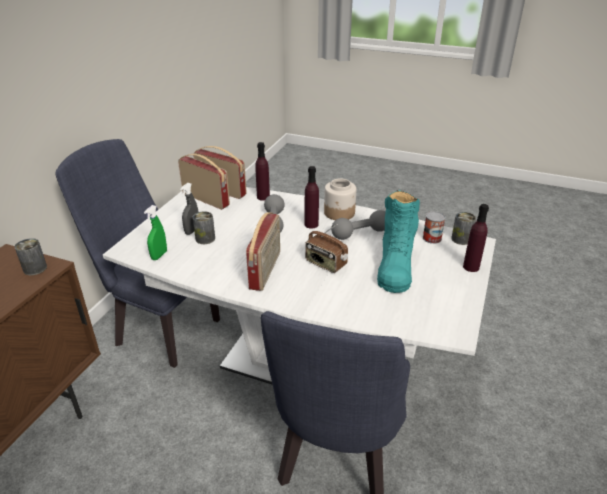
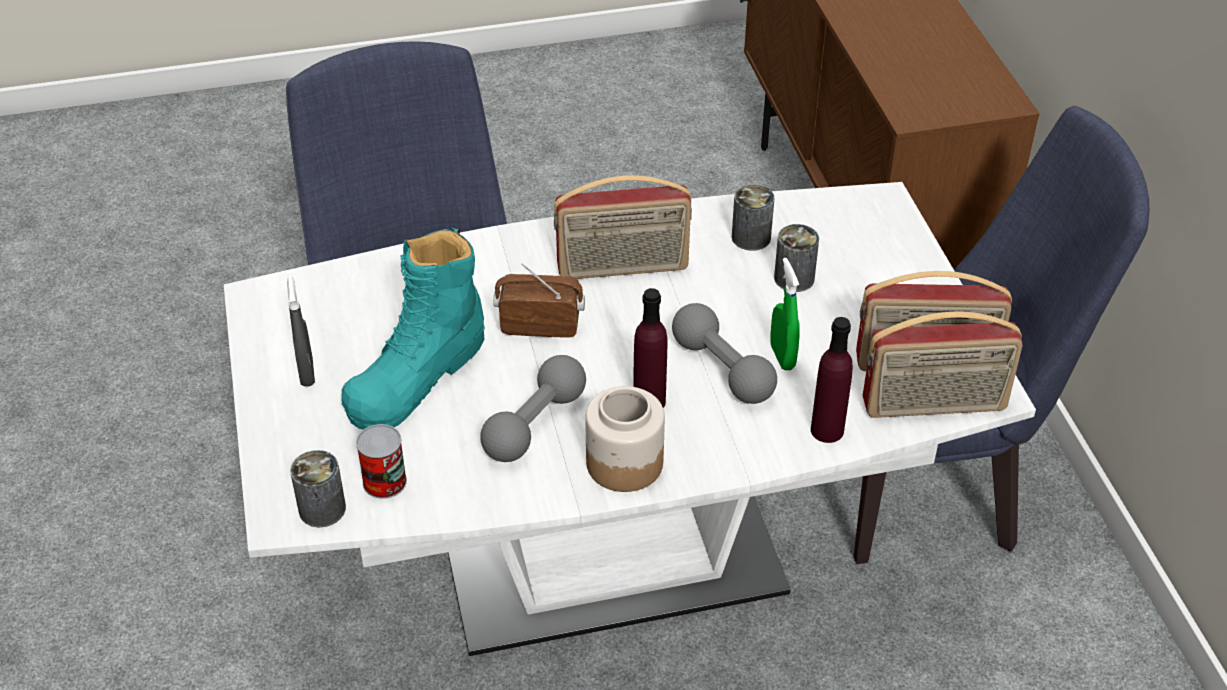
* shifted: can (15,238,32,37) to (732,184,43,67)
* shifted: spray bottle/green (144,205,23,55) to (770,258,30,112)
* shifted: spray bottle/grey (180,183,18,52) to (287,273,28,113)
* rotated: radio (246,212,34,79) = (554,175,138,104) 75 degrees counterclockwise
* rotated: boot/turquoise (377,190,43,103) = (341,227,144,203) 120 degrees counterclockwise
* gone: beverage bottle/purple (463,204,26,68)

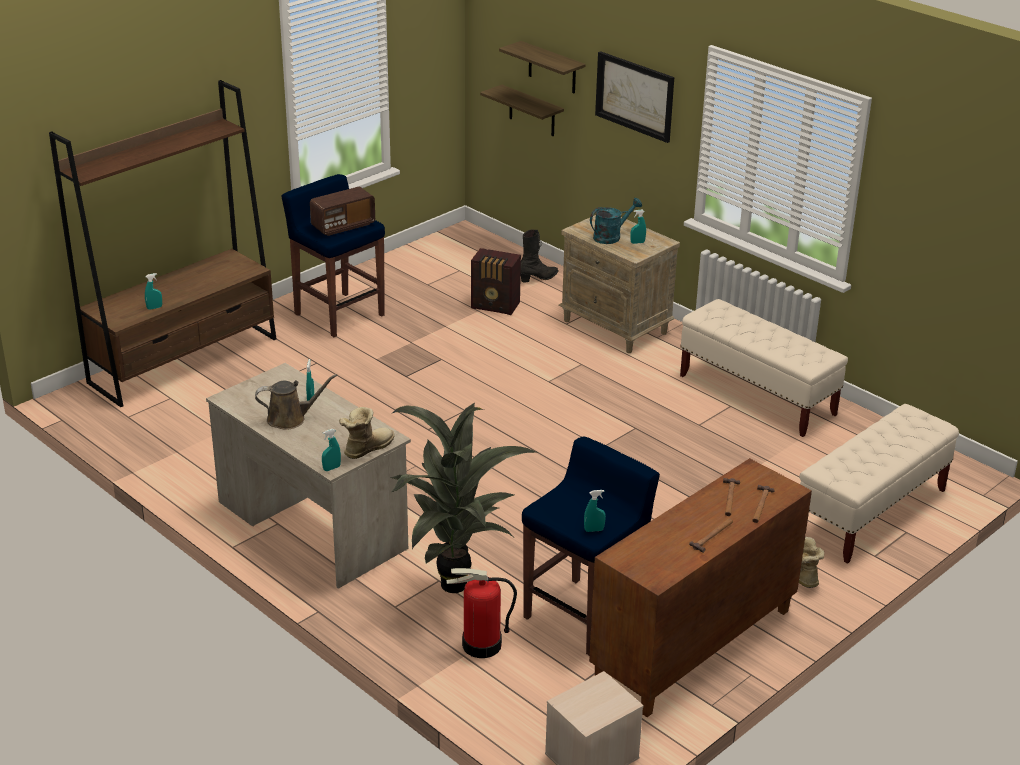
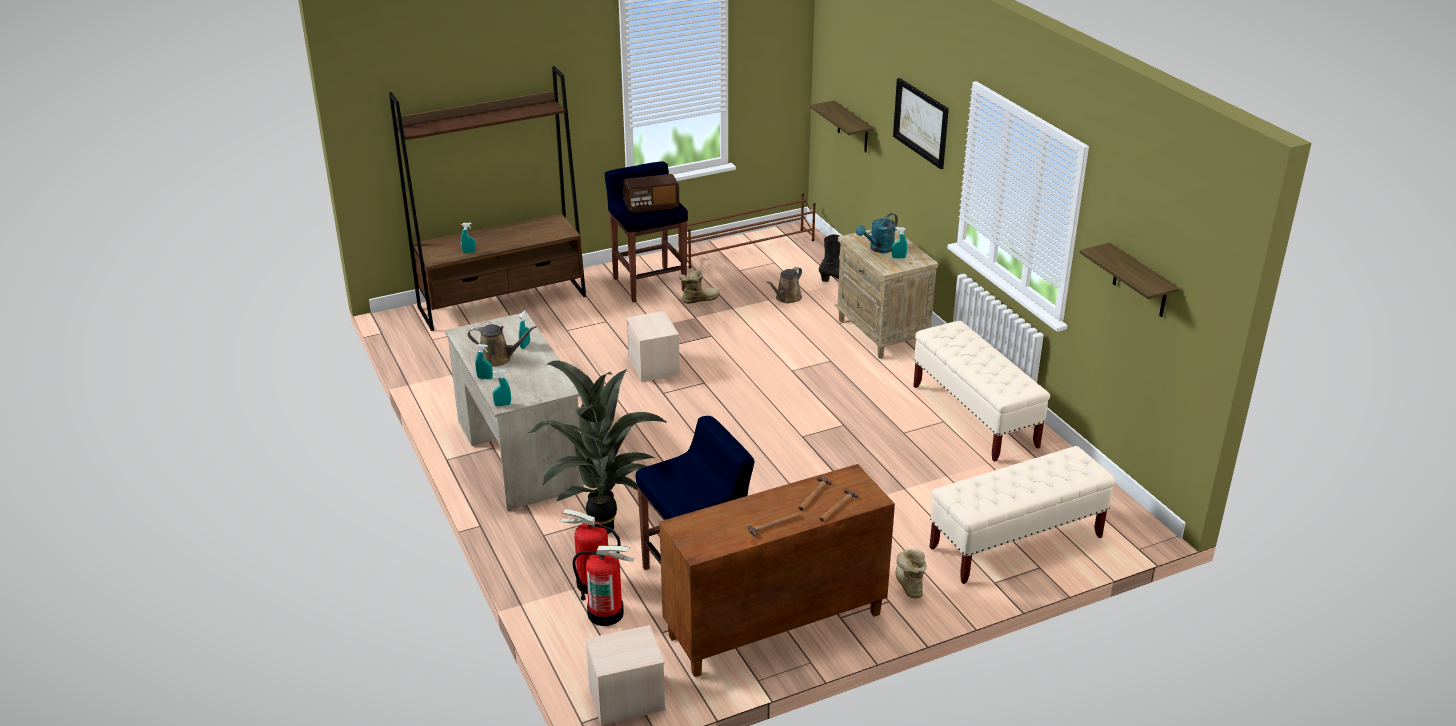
* shifted: boot (339,407,56,52) to (679,270,41,34)
* swapped: radio (471,248,50,67) to sprinkling can/brownish (766,267,36,36)
* shifted: bracket shelf (499,41,87,52) to (1080,243,99,74)
* shifted: spray bottle/turquoise (584,490,22,42) to (475,344,18,35)
* rotated: sprinkling can/turquoise (590,198,52,46) = (856,213,42,40) 150 degrees clockwise
* new: fire-fighting cylinder (572,545,63,81)
* new: storage container/beige-coloured (626,311,54,71)
* new: shoe rack/brownish (678,194,138,74)

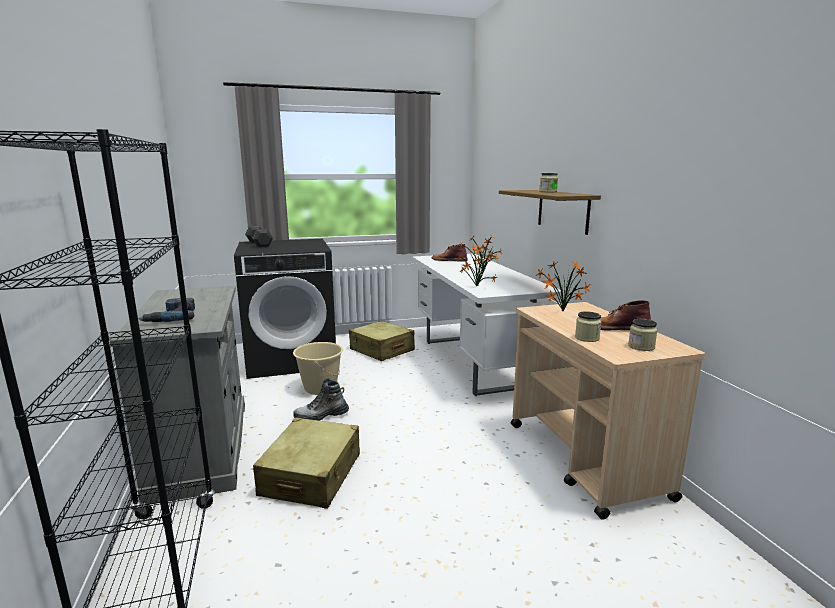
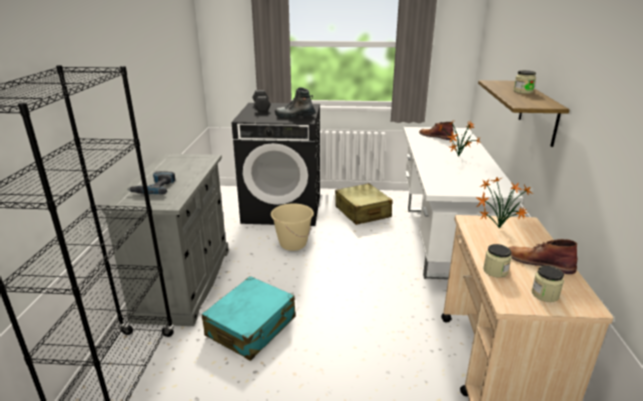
* repainted: travel case/beige-coloured (253,418,107,91) to travel case/turquoise (202,276,93,85)
* shifted: boot (293,378,56,43) to (275,87,41,32)
* gone: plant in a pot (455,244,44,43)

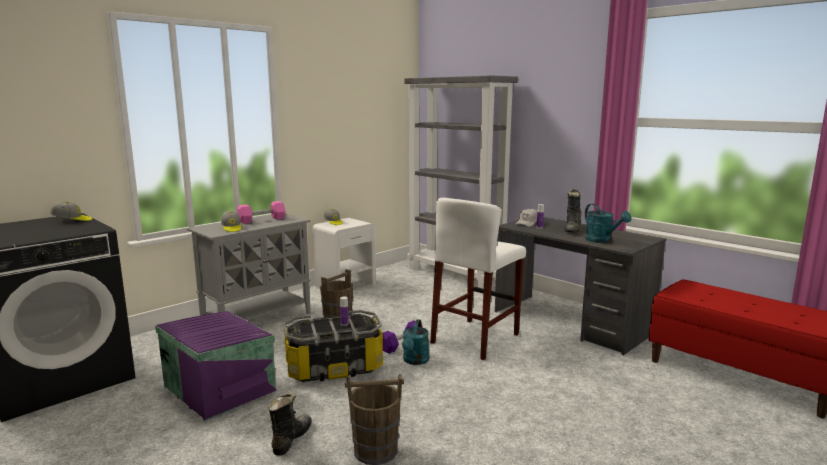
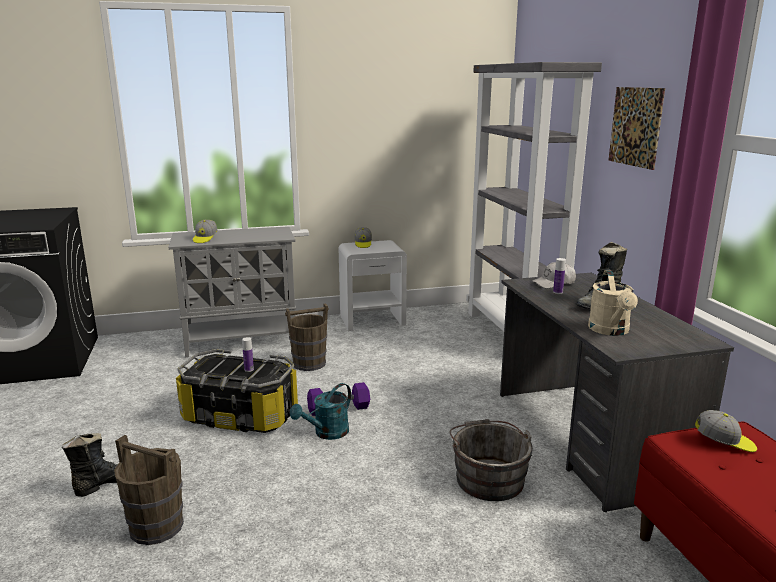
* shifted: baseball cap (50,201,42,20) to (695,410,62,42)
* gone: storage container/purple (155,311,121,110)
* gone: dumbbell/pinkish (237,201,48,23)
* gone: stool/white-coloured (430,198,96,162)
* repainted: sprinkling can/turquoise (585,204,46,39) to sprinkling can/beige-coloured (588,270,50,66)
* new: pail/grey (450,419,83,82)
* new: picture (608,87,57,83)

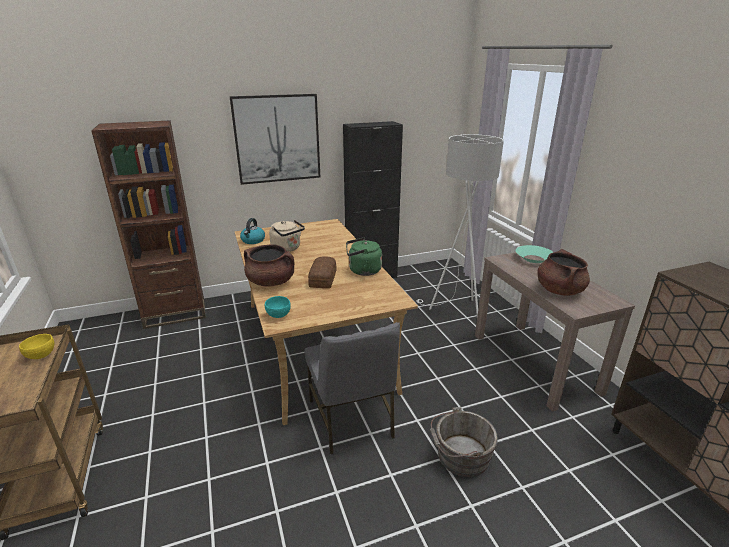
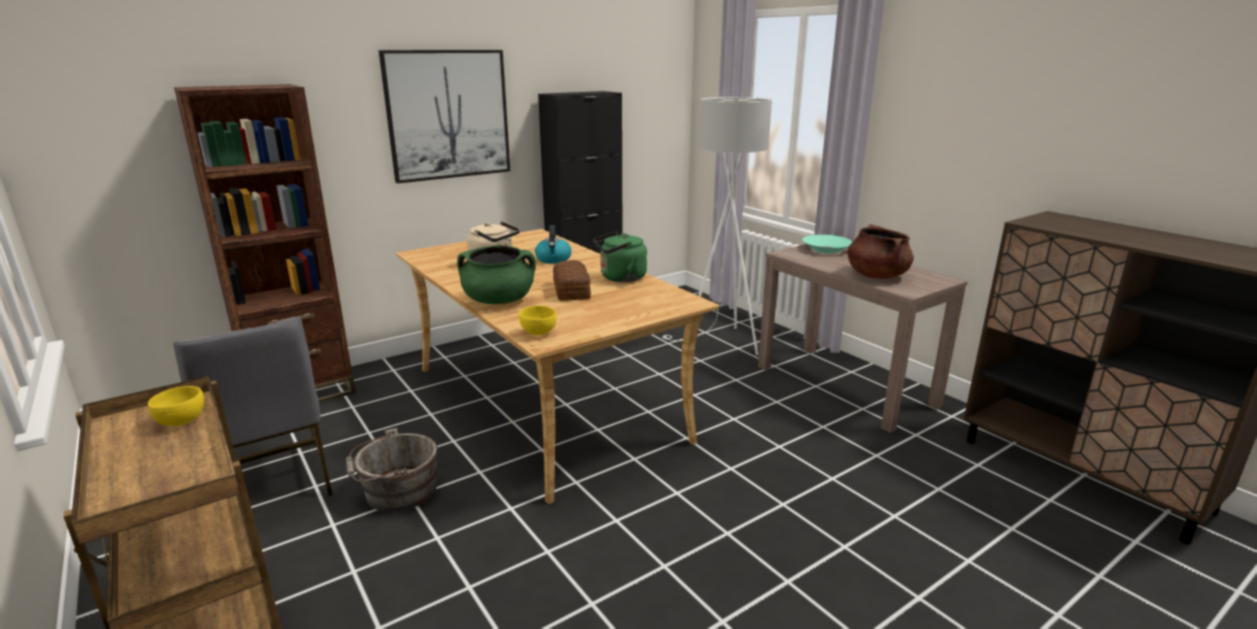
* shifted: tea kettle (240,218,25,26) to (535,225,37,38)
* repainted: cooking pot/brownish (244,244,50,43) to cooking pot/green (457,245,79,59)
* repainted: bowl/turquoise (265,296,26,22) to bowl/yellow (519,306,37,29)
* shifted: plain chair/grey (304,322,96,133) to (173,316,160,180)
* shifted: pail/grey (430,407,68,70) to (346,428,92,84)

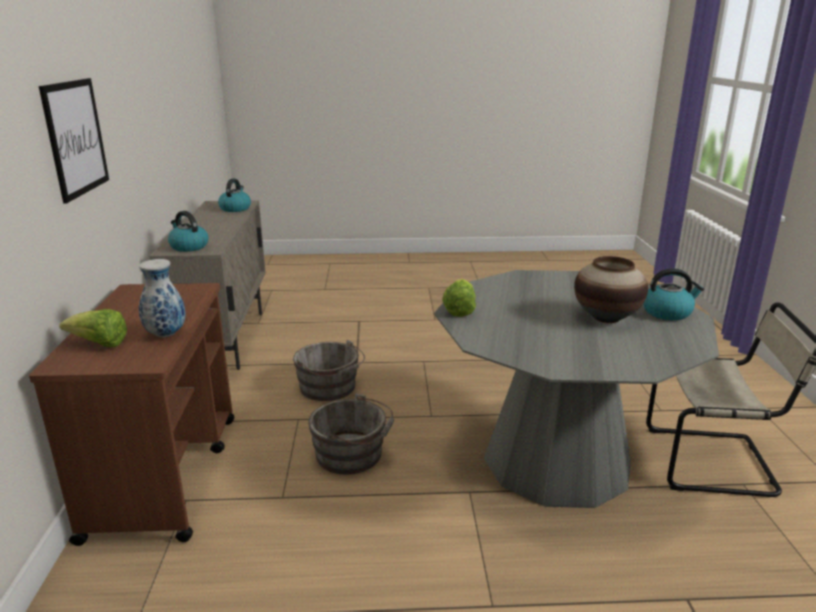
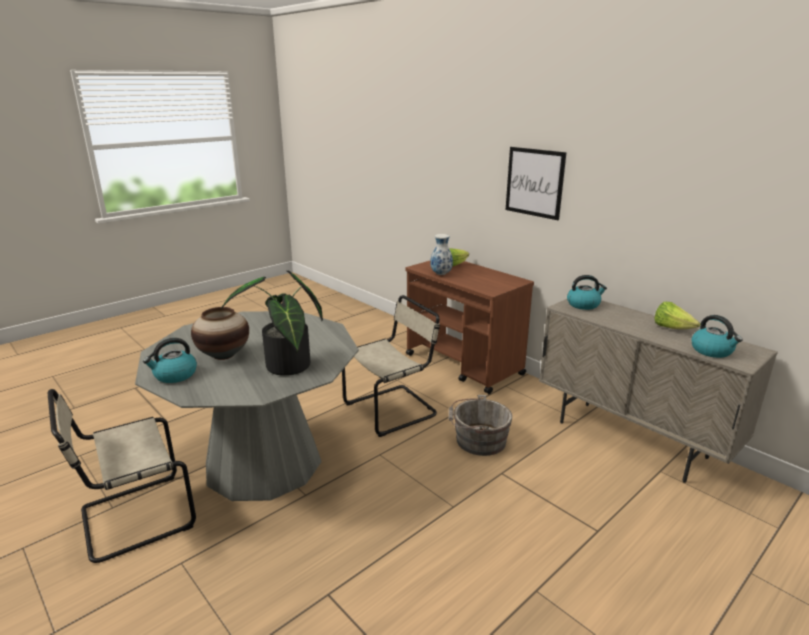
* swapped: pail/grey (308,393,86,81) to plain chair/beige-coloured (342,295,98,142)
* shifted: lettuce head (442,279,34,38) to (654,302,46,27)
* new: plant in a pot (221,271,102,105)

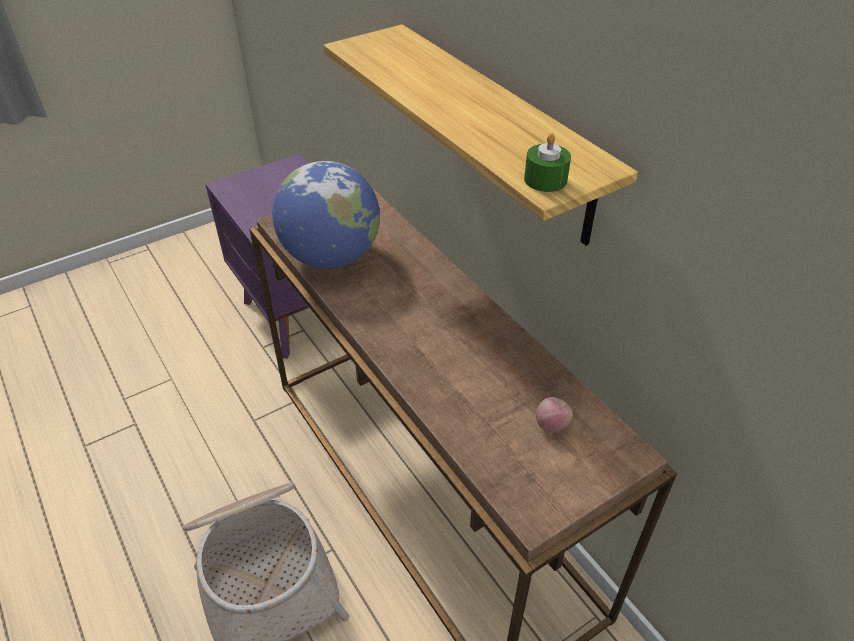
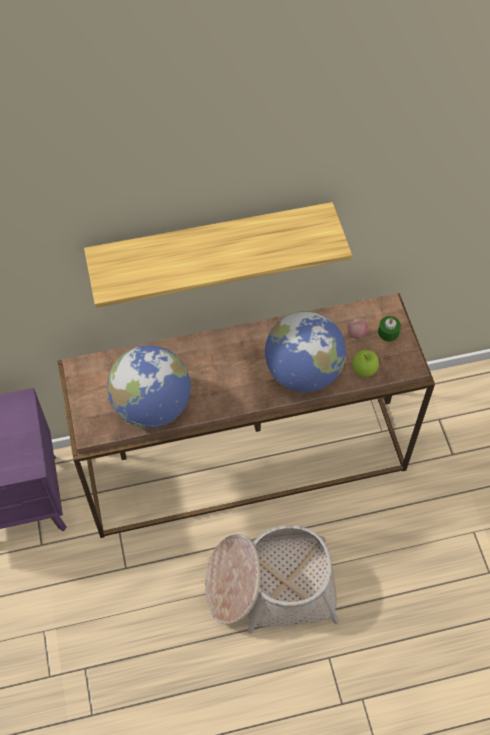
* shifted: wax candle/green (524,133,47,59) to (378,316,23,26)
* new: globe (265,311,81,81)
* new: apple fruit (352,350,27,27)

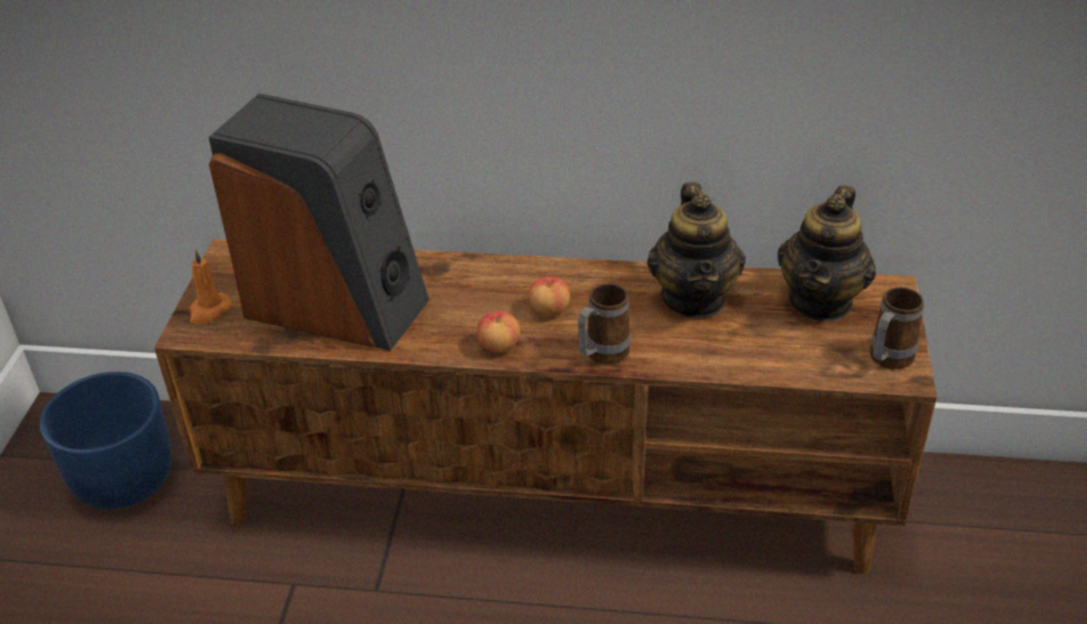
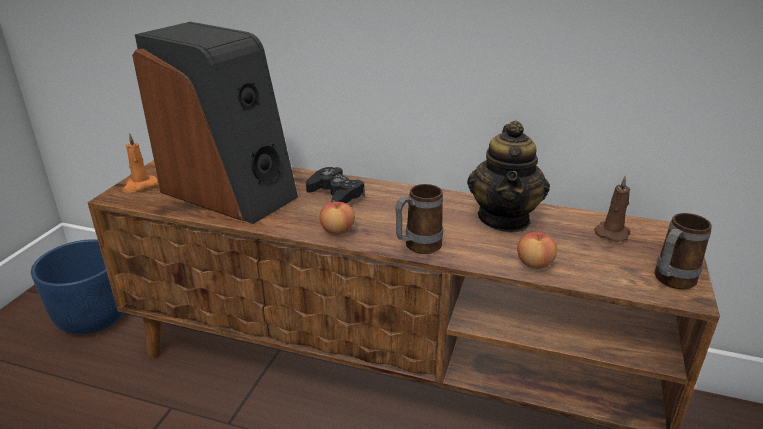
* shifted: apple fruit (528,277,42,40) to (517,231,40,38)
* swapped: pot for tea (777,185,99,136) to wax candle/brownish (594,175,36,67)
* new: joypad/black (306,167,59,37)

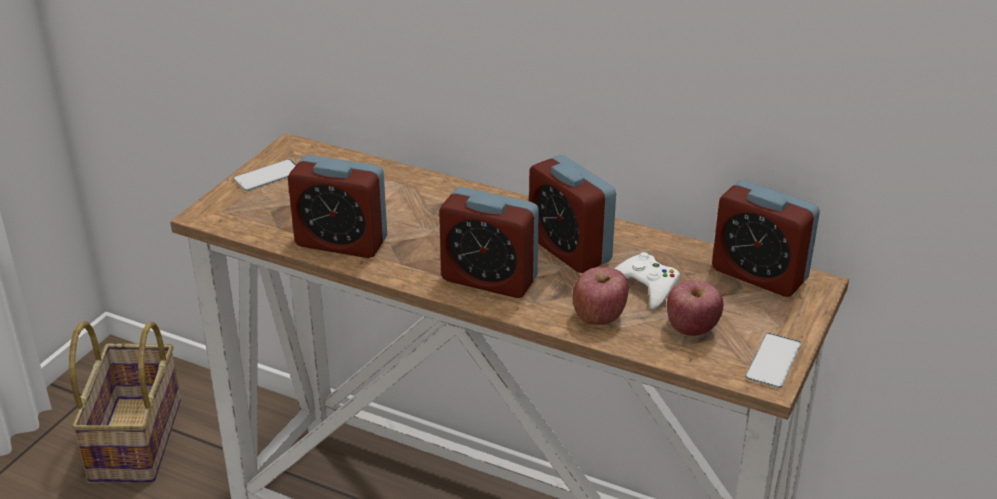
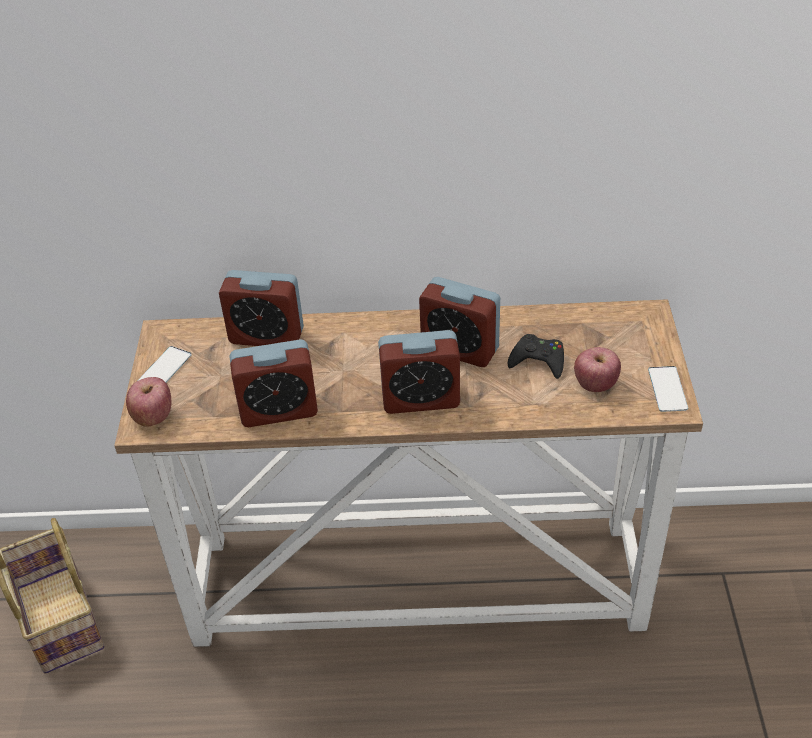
* shifted: apple fruit (573,267,56,58) to (126,377,45,50)
* repainted: joypad/white-coloured (614,252,66,58) to joypad/black (507,334,57,45)
* shifted: table clock (712,180,108,117) to (219,270,85,76)

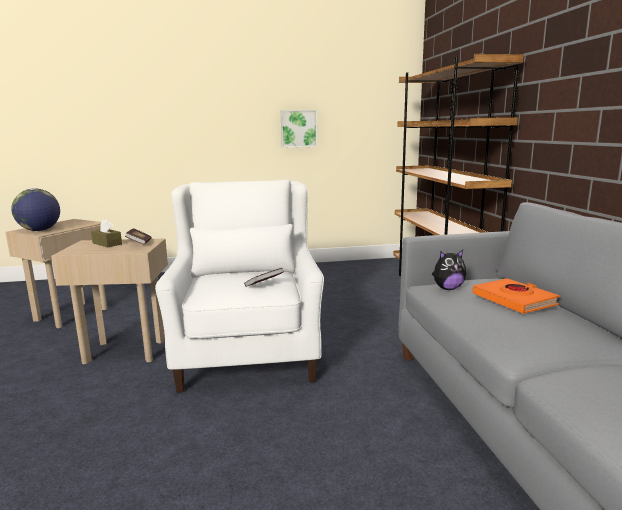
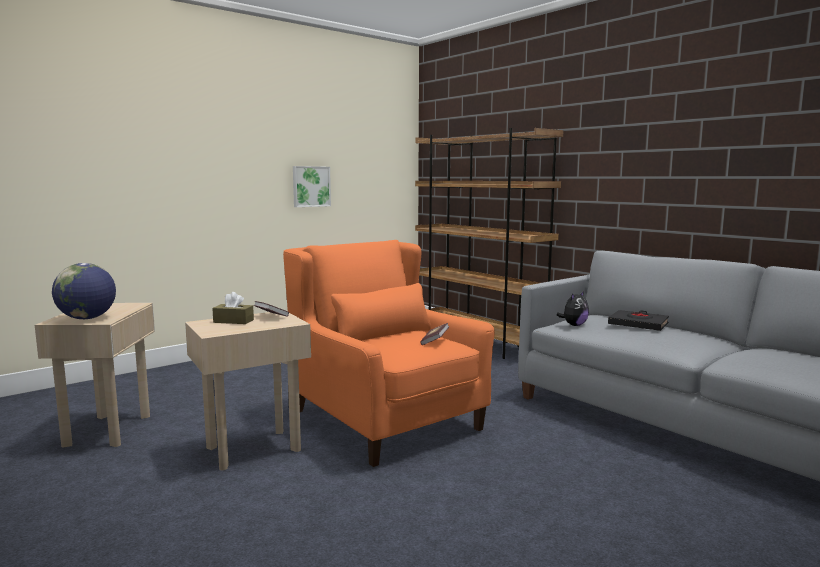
* repainted: armchair/white-coloured (155,180,169,213) to armchair/orange-coloured (283,240,212,227)
* repainted: bound book/orange-coloured (473,278,87,36) to bound book/black (608,310,61,21)

